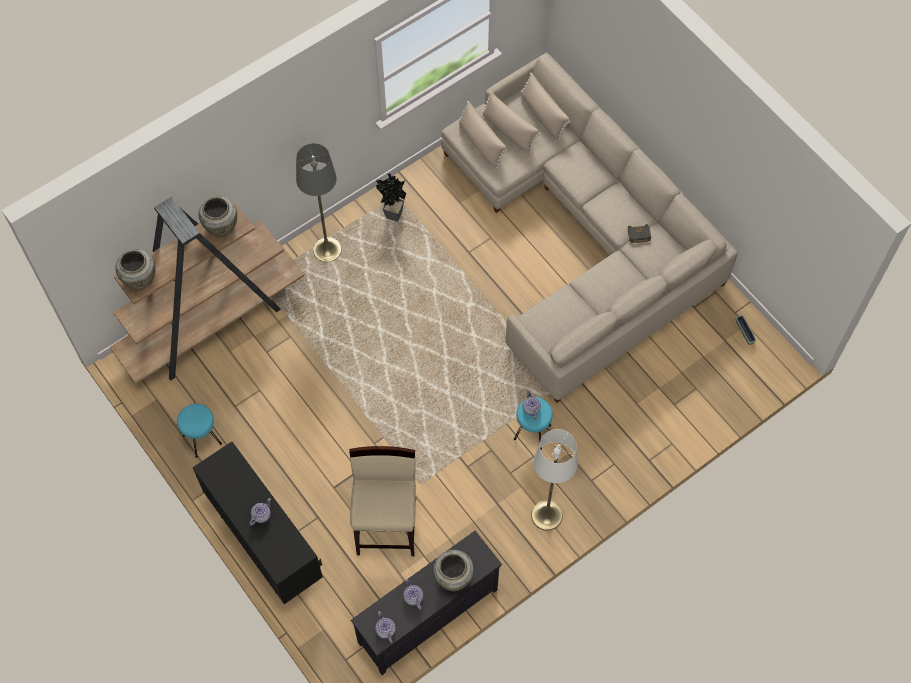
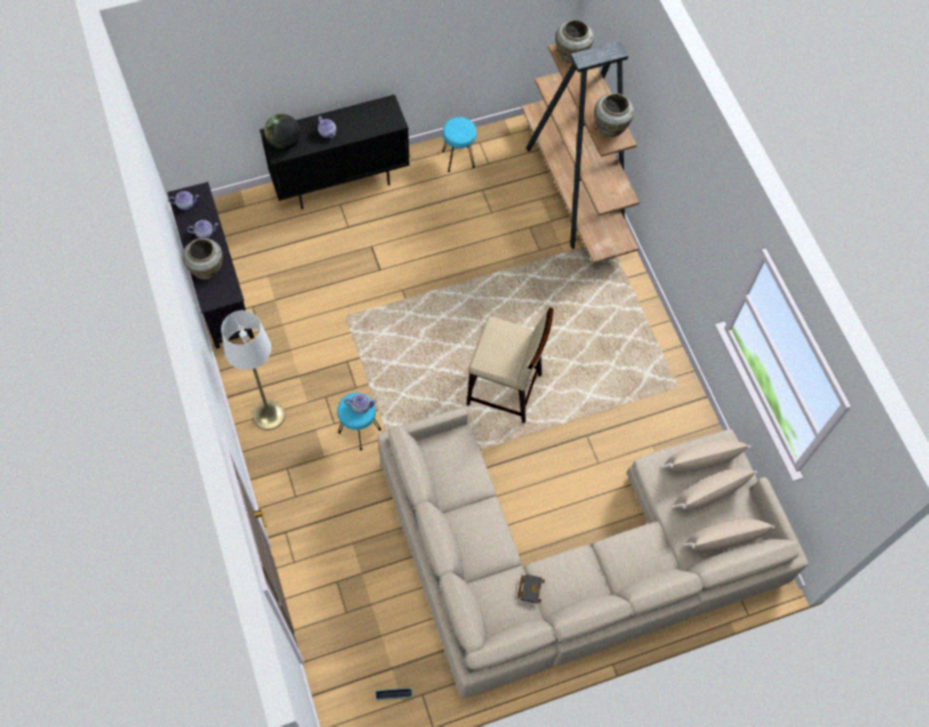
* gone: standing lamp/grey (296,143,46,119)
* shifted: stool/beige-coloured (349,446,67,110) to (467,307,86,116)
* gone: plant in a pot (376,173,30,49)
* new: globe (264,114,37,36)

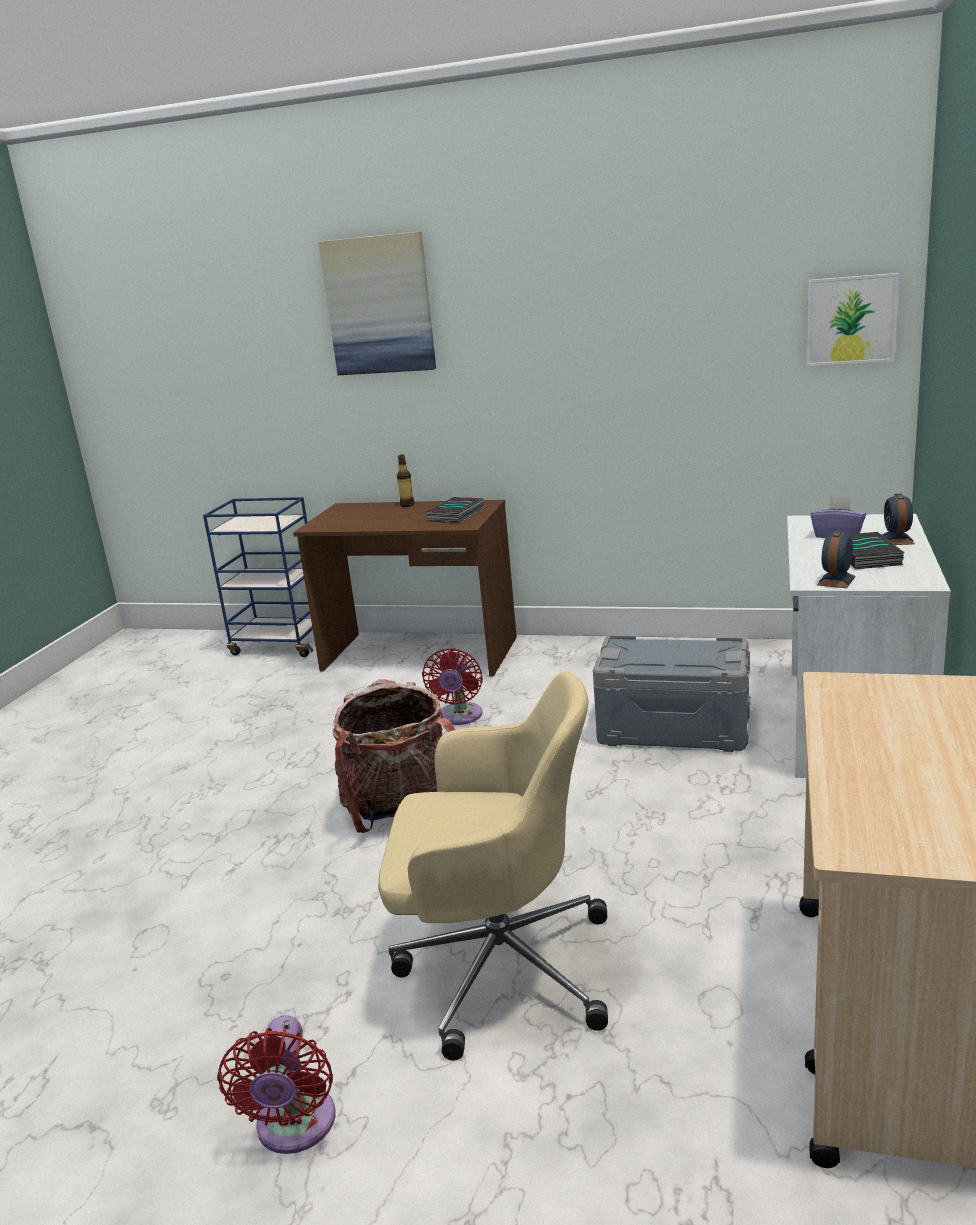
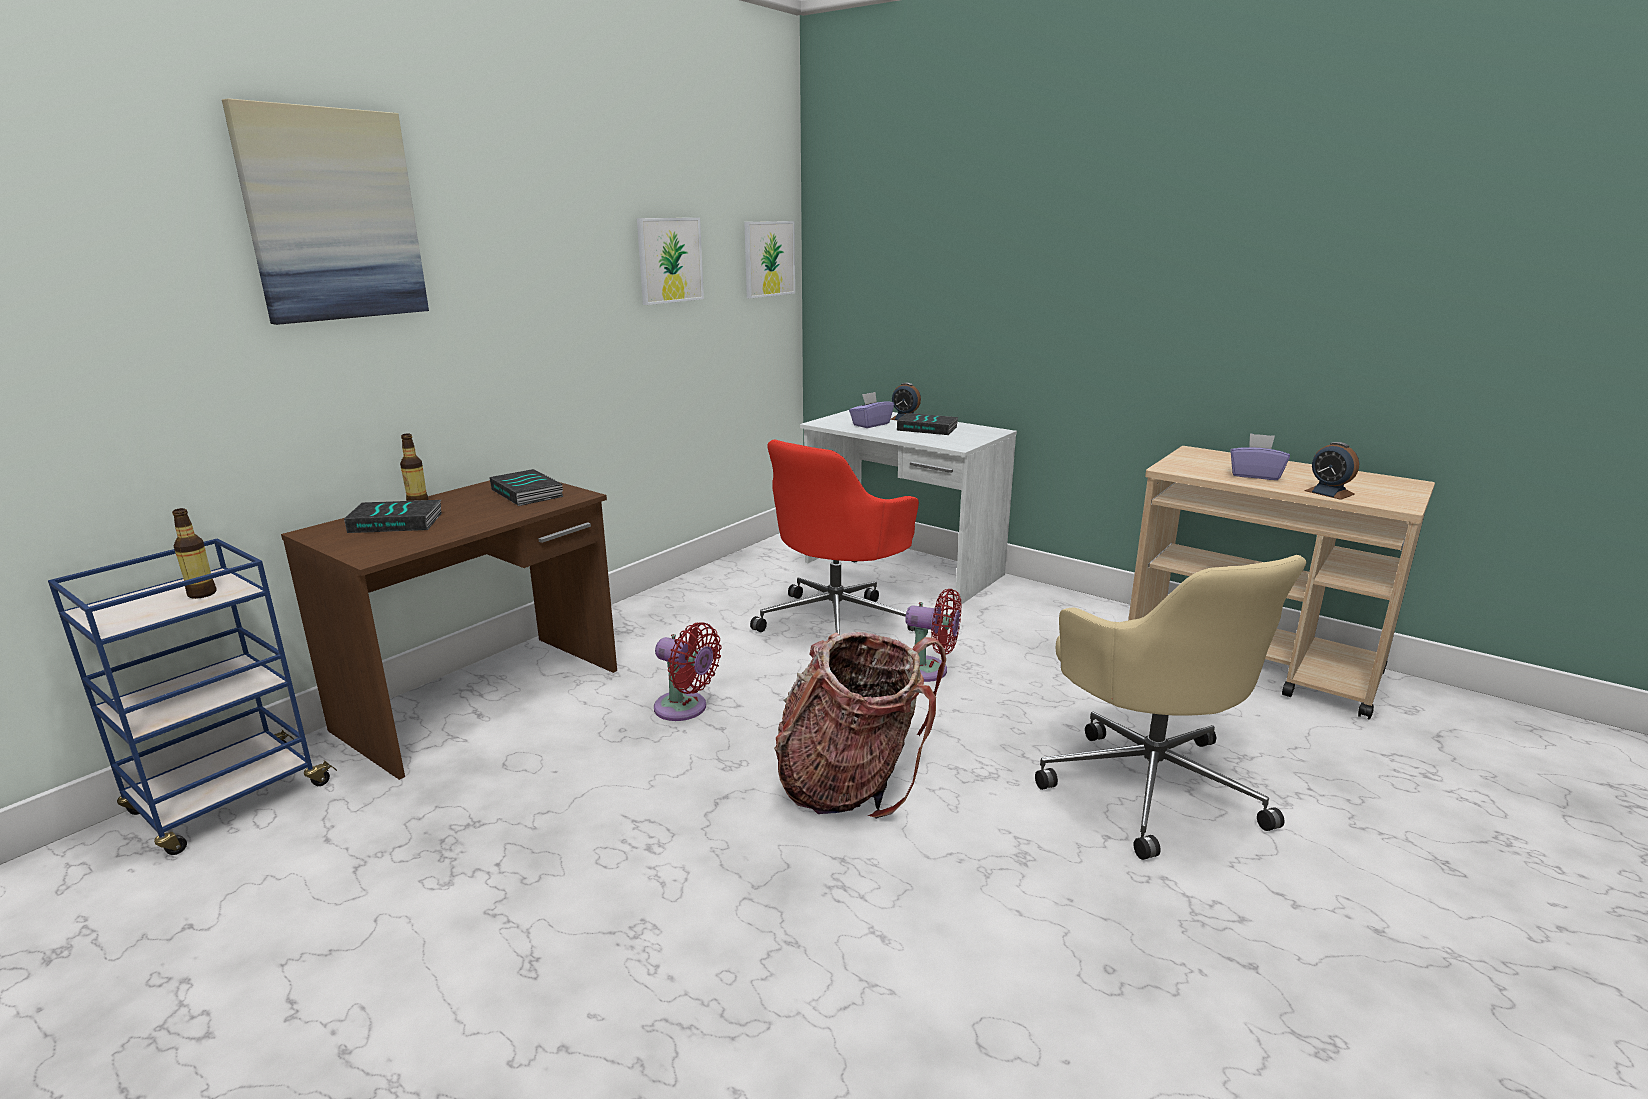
* shifted: fan/reddish (217,1015,119,139) to (905,589,57,93)
* rotated: desk chair/beige-coloured (378,671,230,390) = (1035,555,271,305) 135 degrees clockwise
* swapped: storage container/grey (593,635,158,117) to desk chair/reddish (750,440,169,195)
* shifted: table clock (817,530,39,58) to (1305,442,54,58)
* new: beverage bottle (172,508,45,91)
* new: bound book (344,500,98,33)
* new: picture (637,218,67,87)
* new: box of tissues/purple (1230,433,60,47)

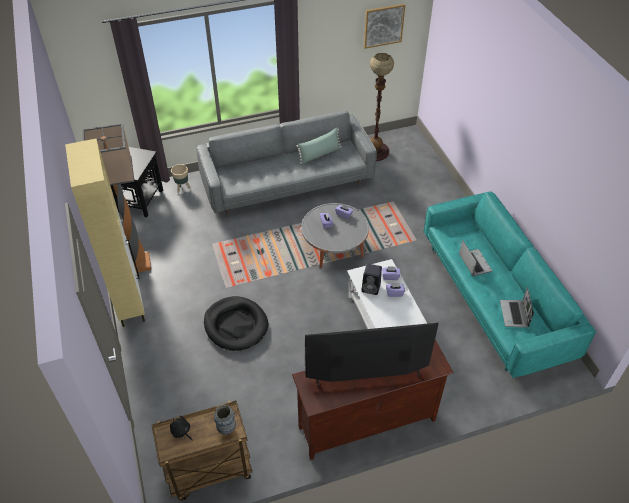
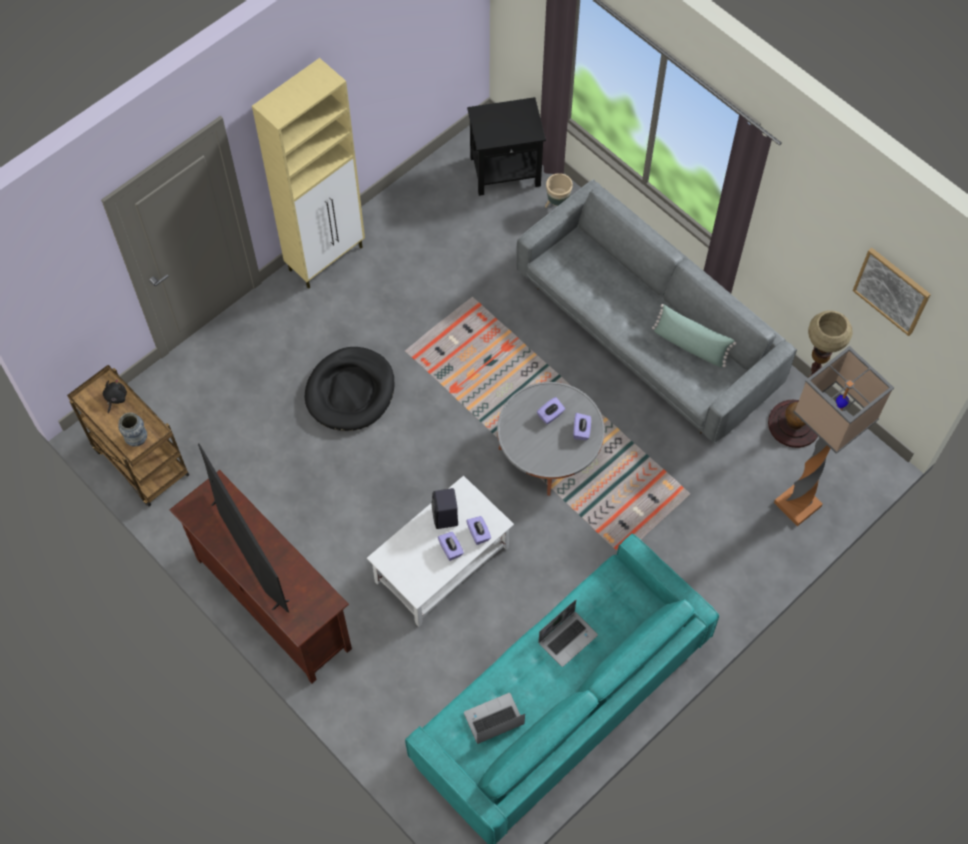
* shifted: standing lamp (82,123,69,150) to (774,346,120,180)

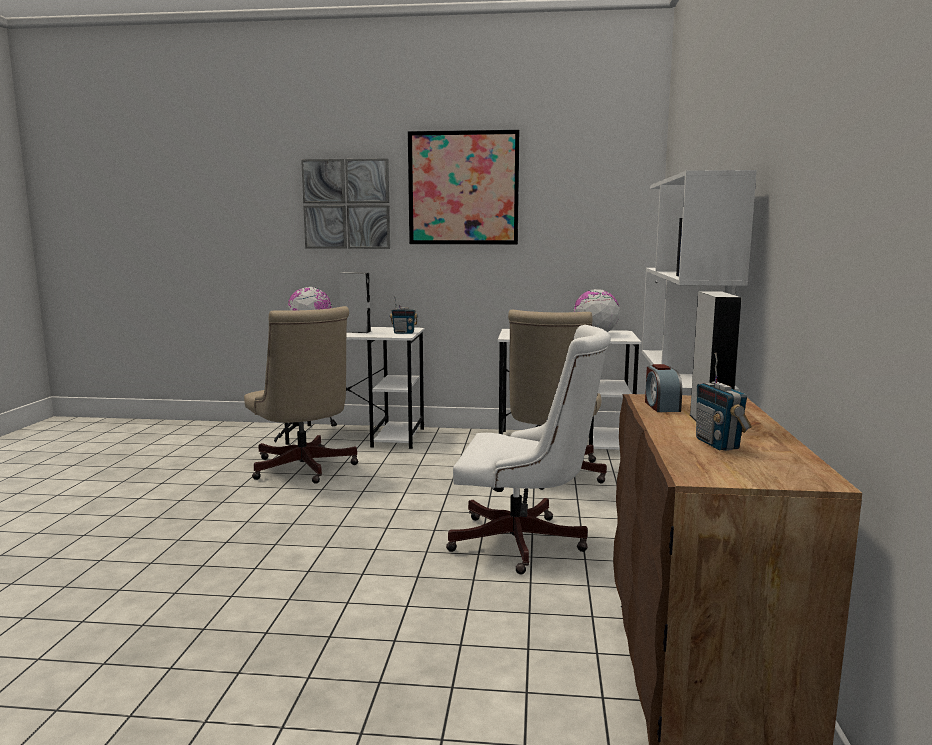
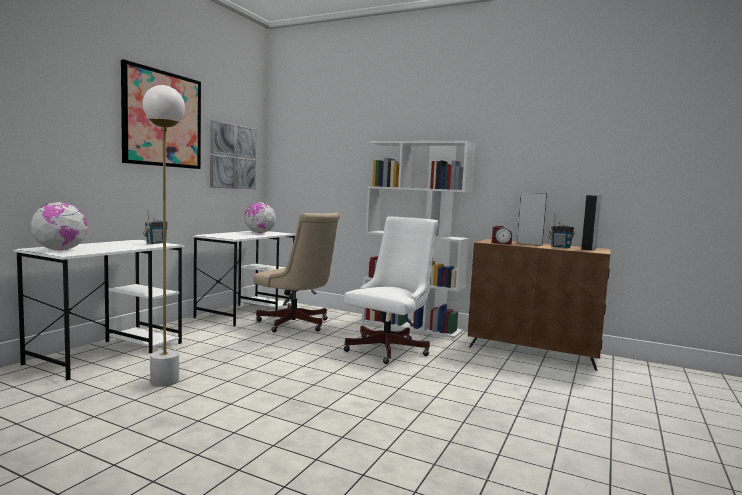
* swapped: desk chair/beige-coloured (244,306,114,178) to standing lamp/white-coloured (143,85,42,302)
* shifted: picture (301,158,89,91) to (210,120,47,69)
* shifted: audio speaker/grey (339,272,32,61) to (581,195,20,56)

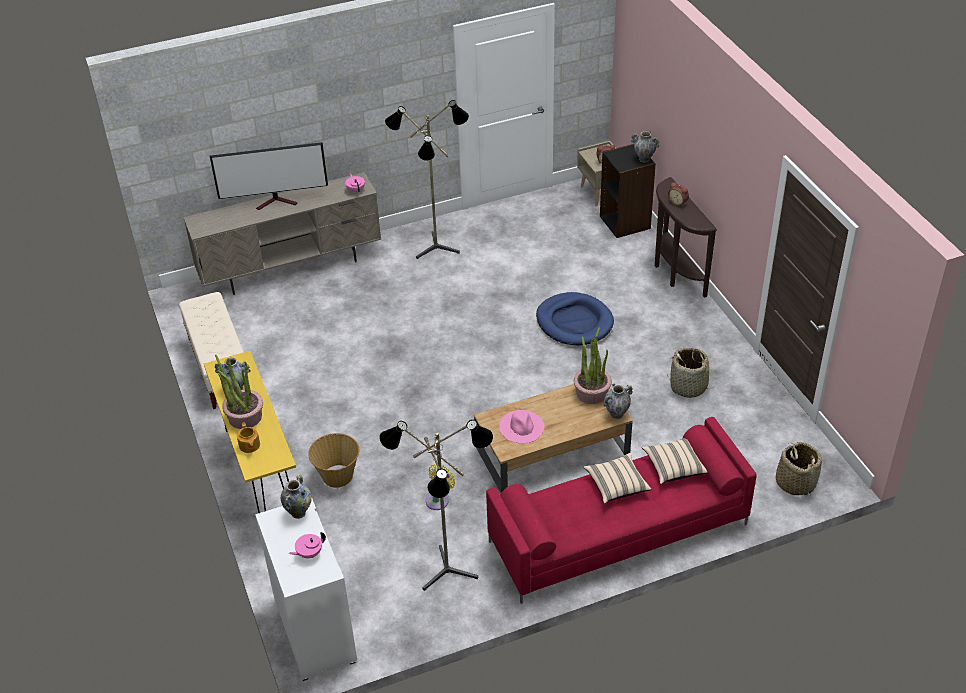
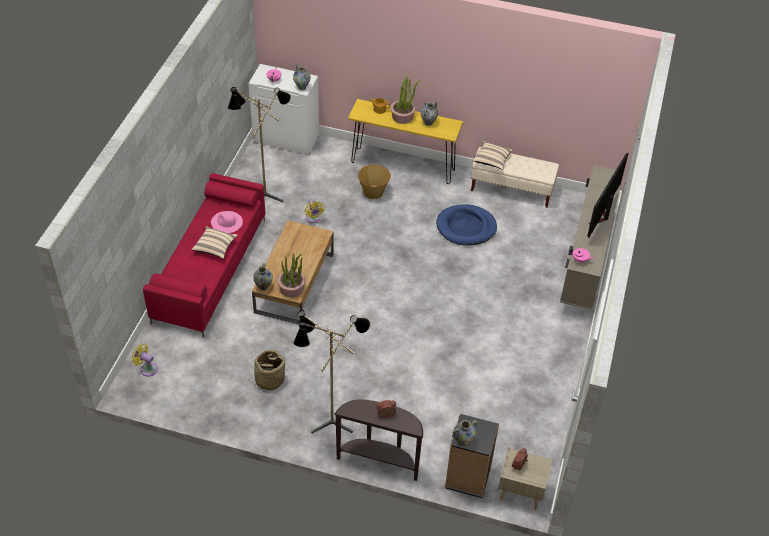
* shifted: standing lamp (385,100,84,159) to (293,310,77,124)
* shifted: wearable hat/pinkish (499,410,45,34) to (211,211,32,22)
* shifted: pet bed/blue (536,292,78,53) to (436,204,61,41)
* shifted: pillow/beige-coloured (642,438,65,47) to (473,141,40,29)
* swapped: storage basket (776,442,46,54) to fan/yellow (132,343,26,34)

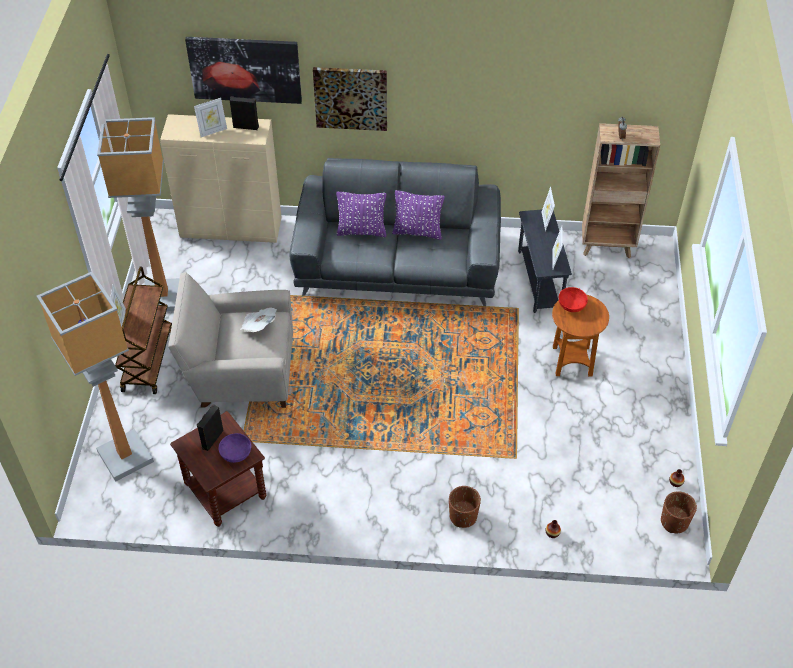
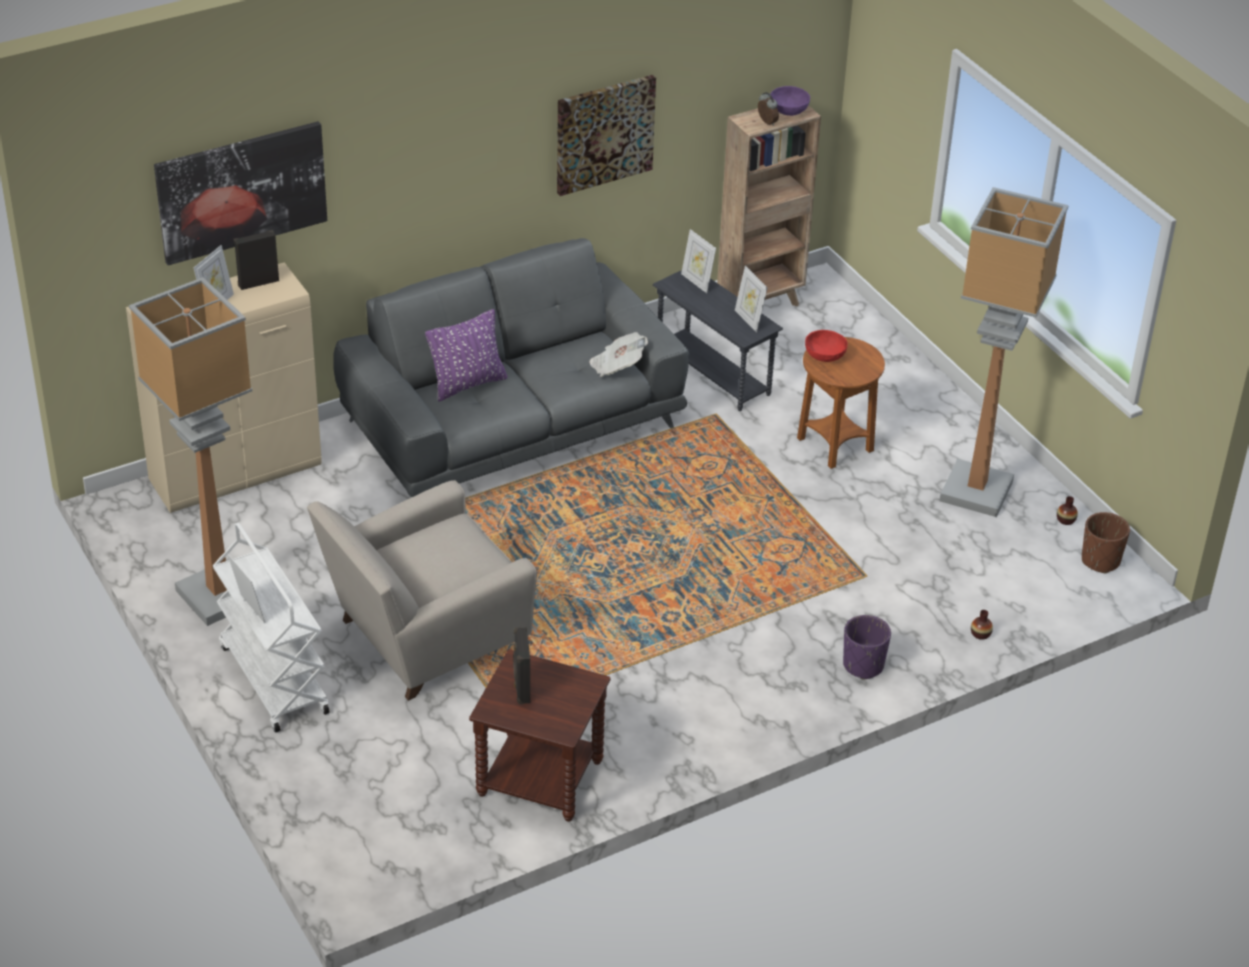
* shifted: standing lamp (37,272,117,210) to (939,187,130,330)
* repainted: wheeled cart/brownish (115,267,57,127) to wheeled cart/white-coloured (213,523,117,210)
* shifted: bowl/purple (218,433,34,30) to (770,86,40,30)
* shifted: printed paper (240,307,37,25) to (589,332,59,45)
* shifted: picture (313,67,74,64) to (557,75,99,121)
* gone: pillow/purple (392,190,53,50)
* repainted: flower pot/brownish (449,486,32,42) to flower pot/purple (843,615,48,65)

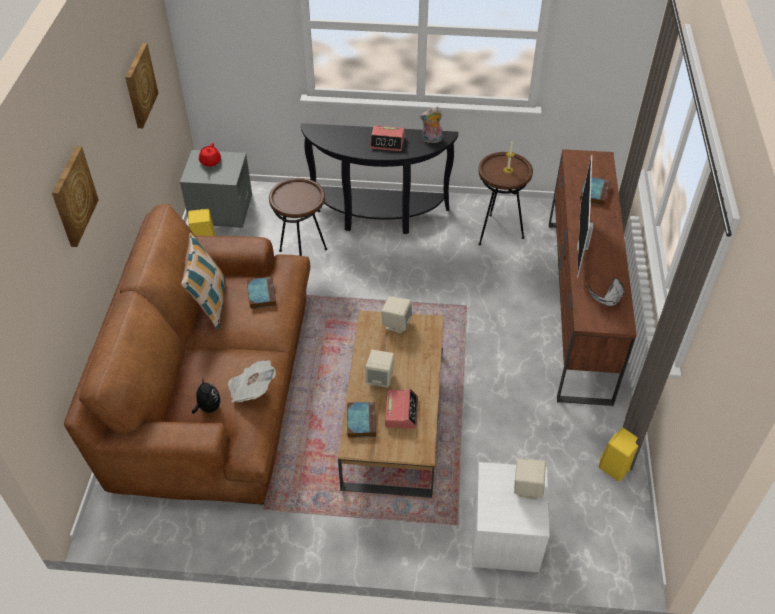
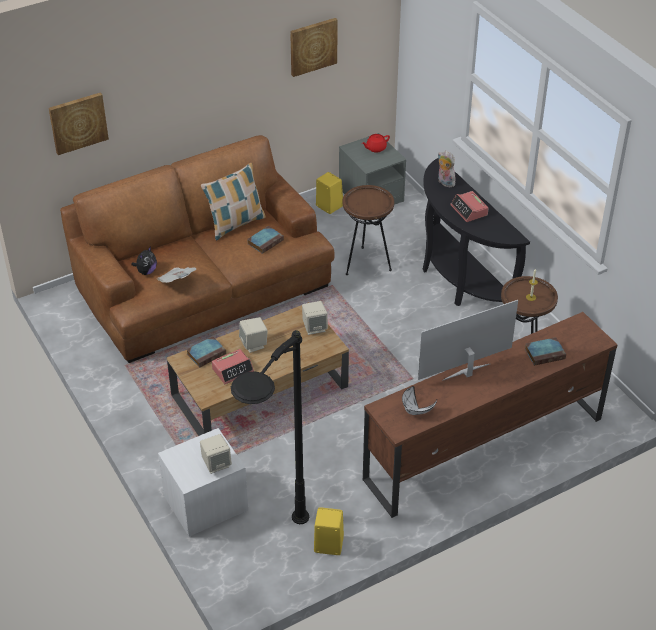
* shifted: picture (52,146,47,101) to (49,92,60,63)
* shifted: plush toy (420,107,23,36) to (438,151,19,36)
* new: standing lamp/black (231,330,78,194)

